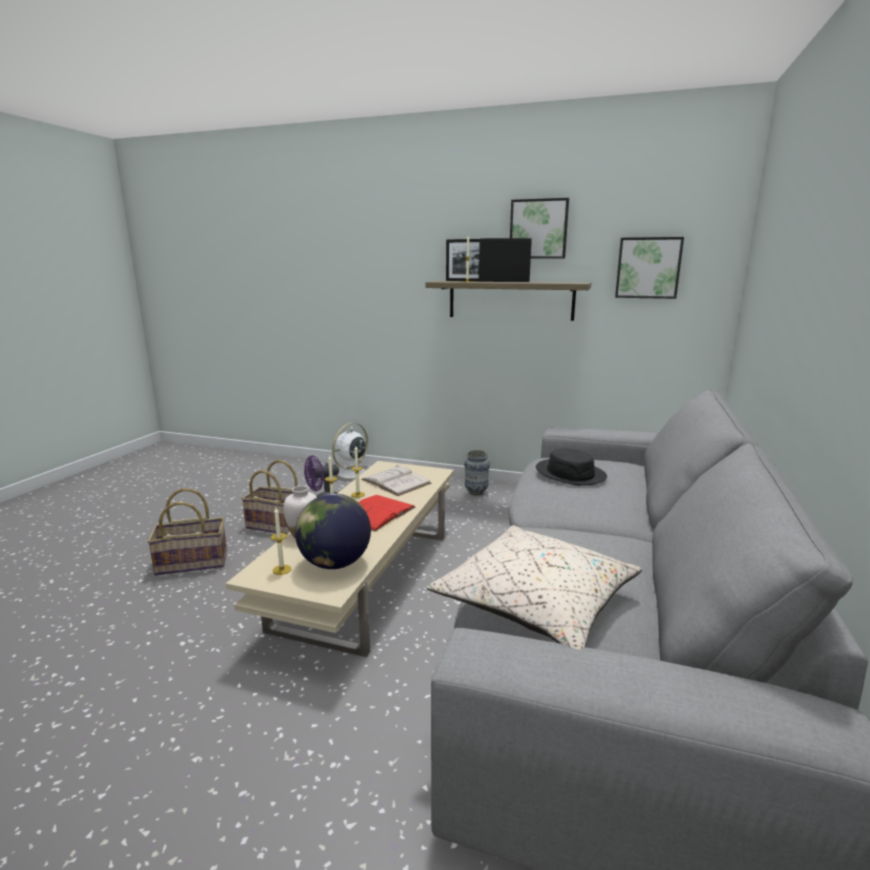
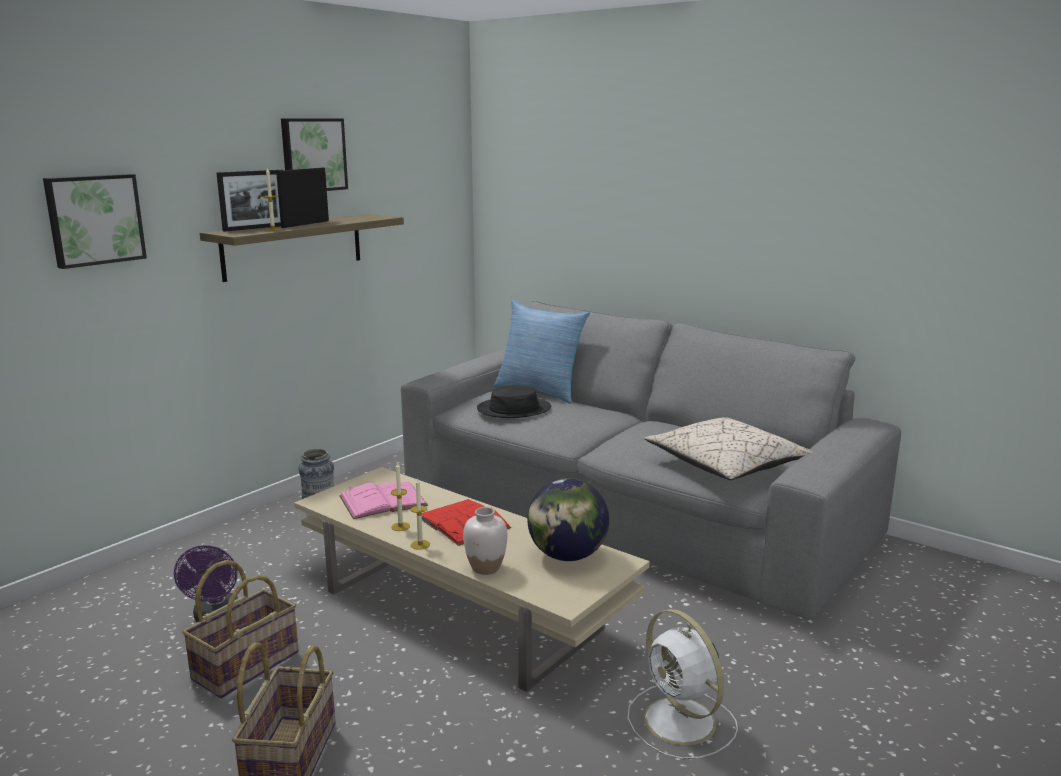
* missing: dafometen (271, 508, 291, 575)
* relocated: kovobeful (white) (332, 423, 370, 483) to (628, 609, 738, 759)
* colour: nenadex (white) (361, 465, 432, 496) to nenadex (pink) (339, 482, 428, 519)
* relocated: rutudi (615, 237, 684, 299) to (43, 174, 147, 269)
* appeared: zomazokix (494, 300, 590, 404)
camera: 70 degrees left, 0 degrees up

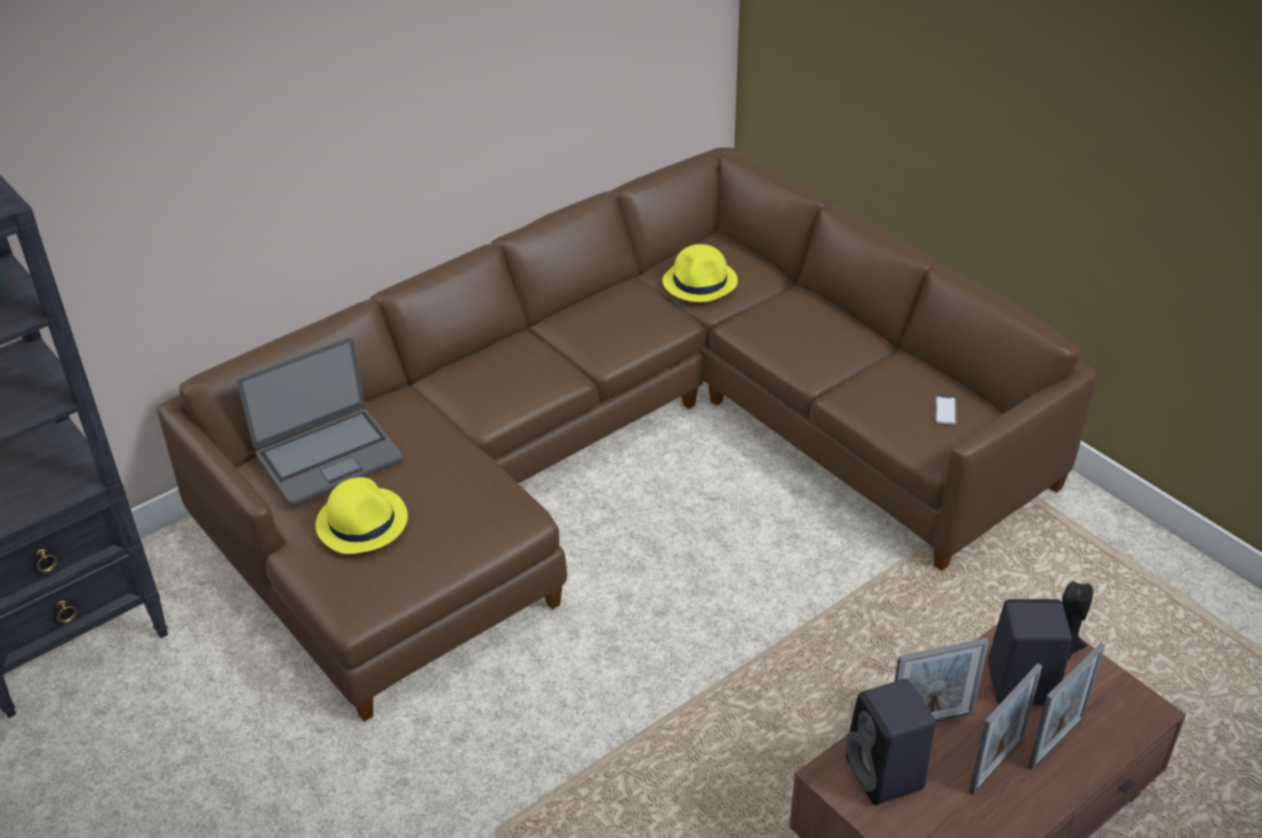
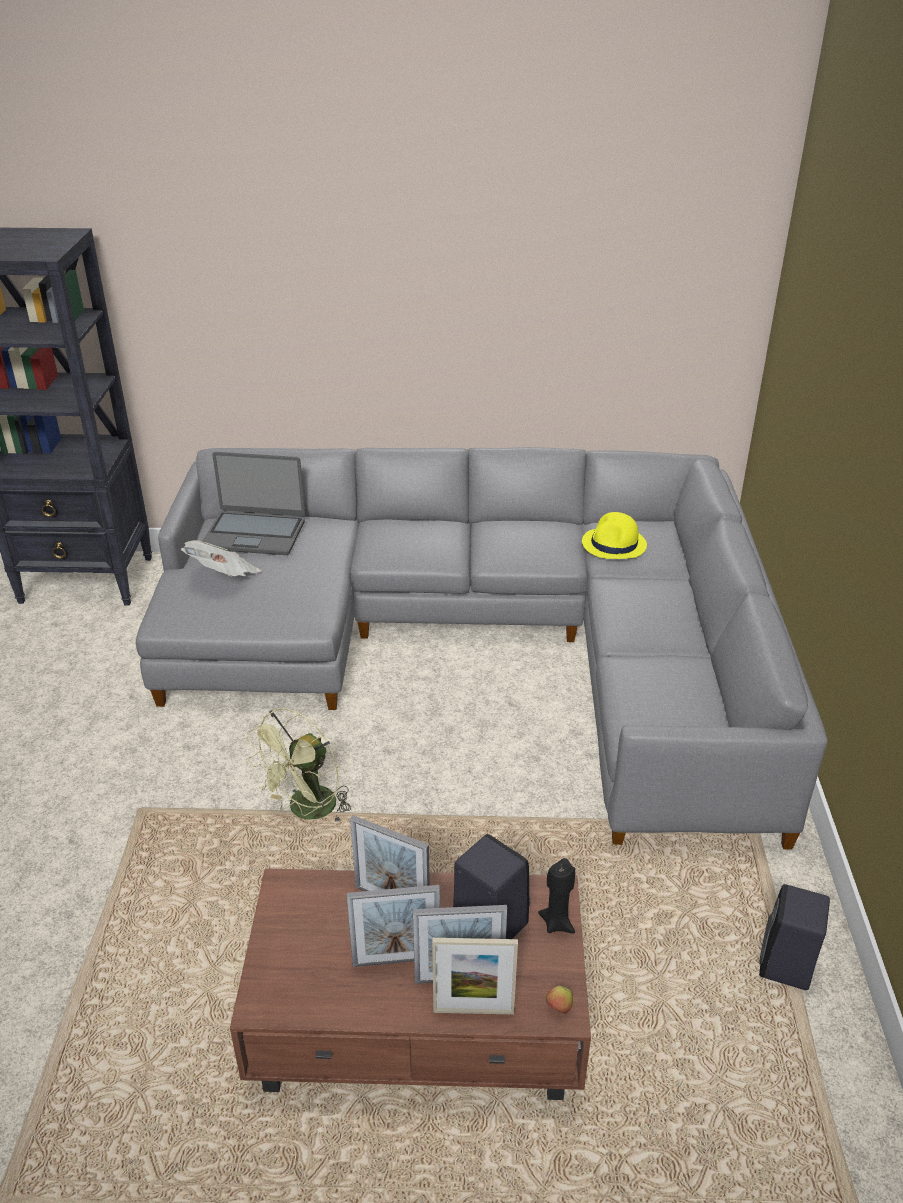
* colour: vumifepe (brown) (157, 147, 1098, 722) to vumifepe (grey) (136, 447, 828, 850)
* exchanged: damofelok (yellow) (315, 477, 408, 554) to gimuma (181, 540, 261, 577)
* relocated: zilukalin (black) (846, 678, 936, 805) to (759, 884, 830, 990)
* missing: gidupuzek (935, 396, 957, 425)
* appeared: kovobeful (green) (247, 708, 351, 823)
* appeared: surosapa (432, 938, 518, 1014)
* appeared: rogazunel (546, 986, 573, 1014)
camera: 40 degrees right, 5 degrees down

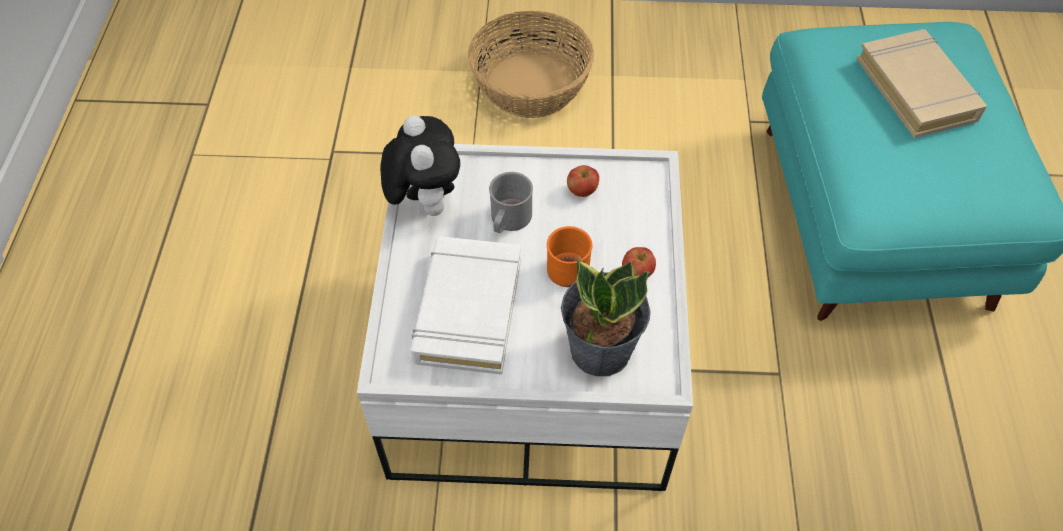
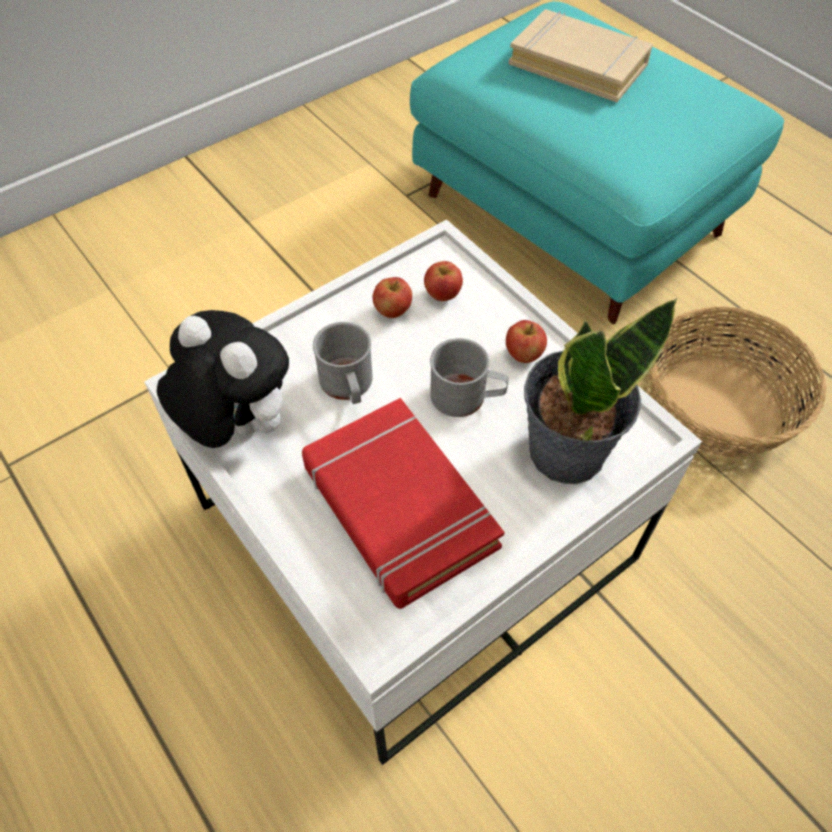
* colour: nenadex (white) (410, 236, 521, 375) to nenadex (red) (302, 398, 505, 609)
* relocated: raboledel (468, 11, 594, 118) to (649, 307, 826, 457)
* colour: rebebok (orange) (547, 226, 593, 287) to rebebok (grey) (430, 338, 509, 417)
* appeared: rogazunel (424, 261, 463, 301)
camera: 40 degrees left, 0 degrees up

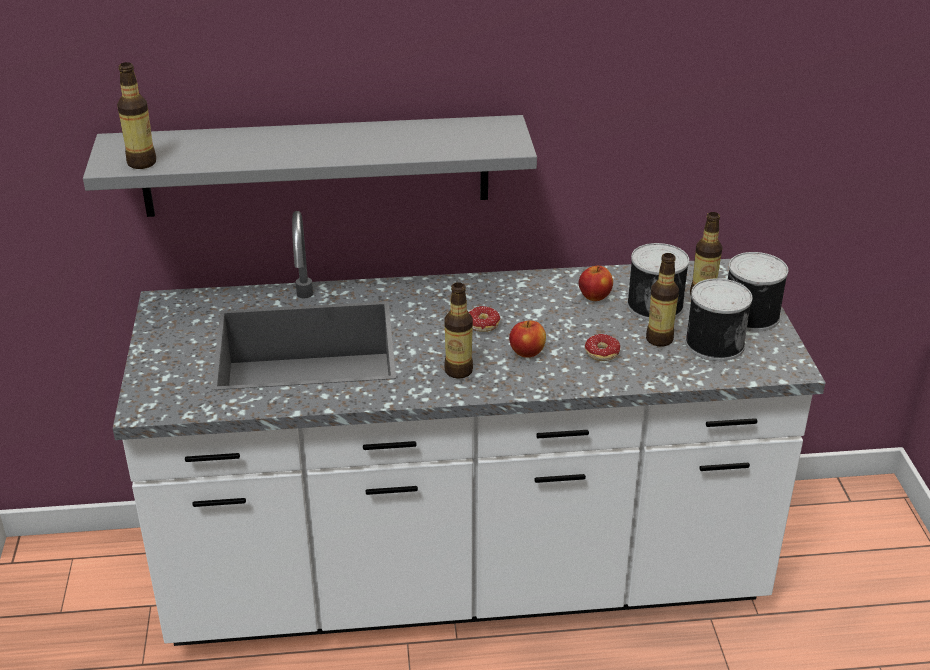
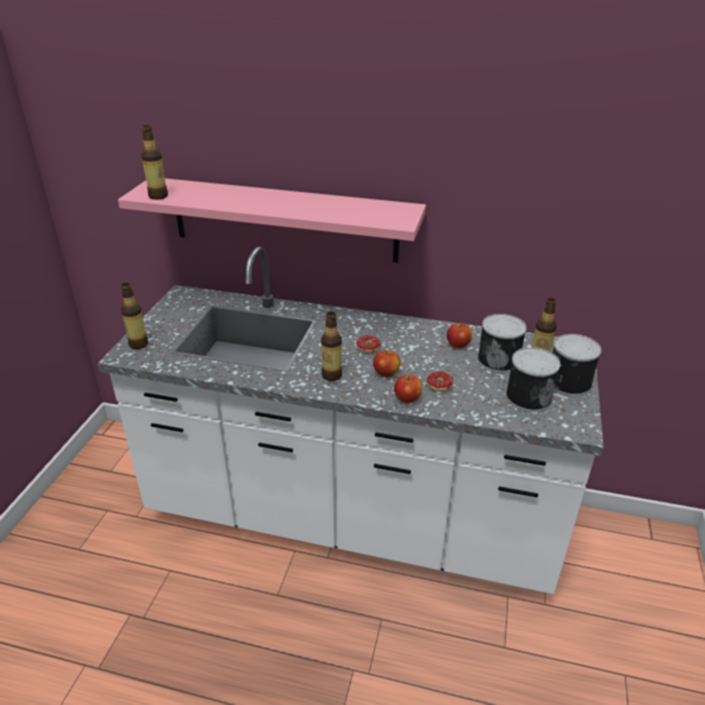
* colour: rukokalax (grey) (83, 115, 537, 217) to rukokalax (pink) (118, 178, 426, 263)
* relocated: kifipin (646, 253, 679, 347) to (121, 283, 148, 349)
* appeared: rogazunel (394, 375, 422, 403)
camera: 20 degrees right, 0 degrees up

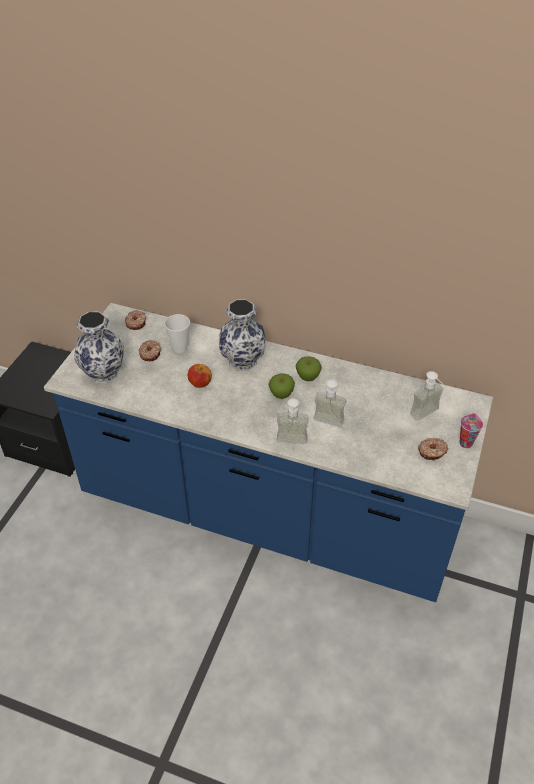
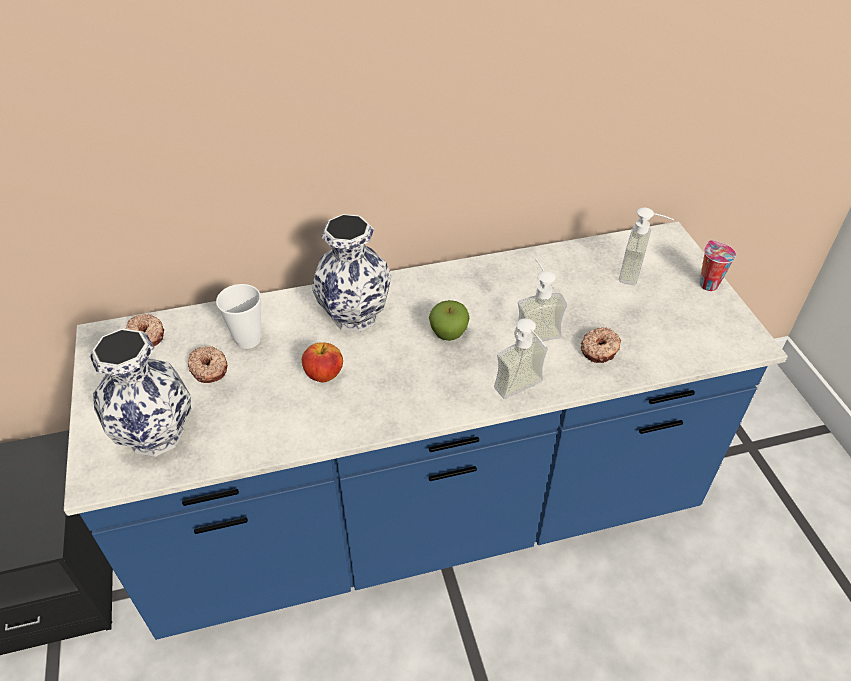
* missing: rogazunel (296, 357, 322, 381)
* relocated: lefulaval (418, 438, 448, 460) to (580, 327, 621, 363)
camera: 35 degrees left, 0 degrees up

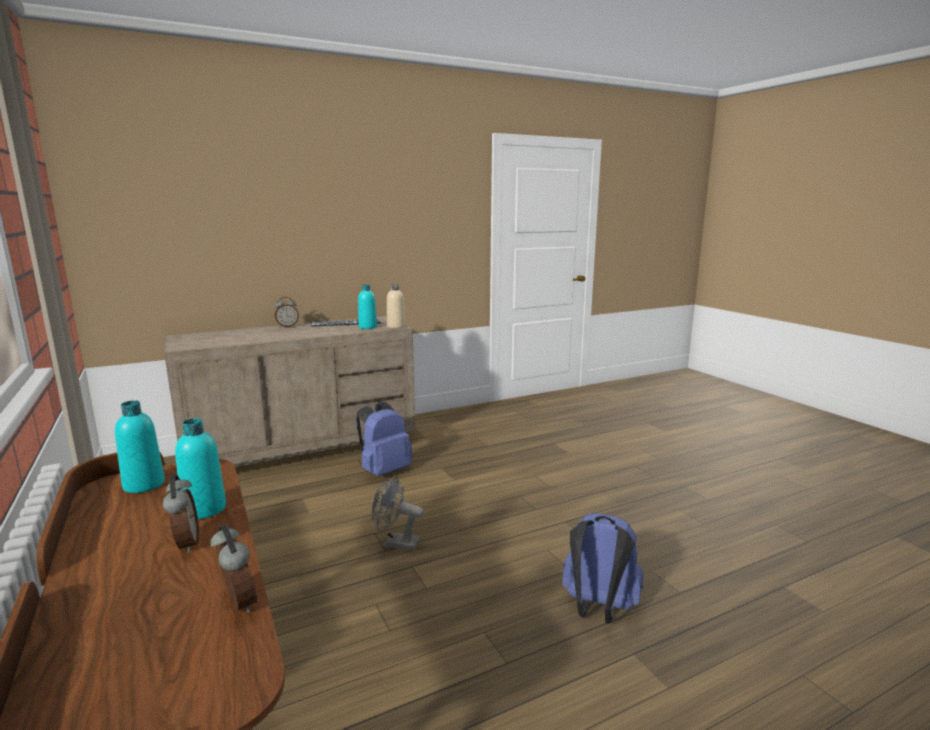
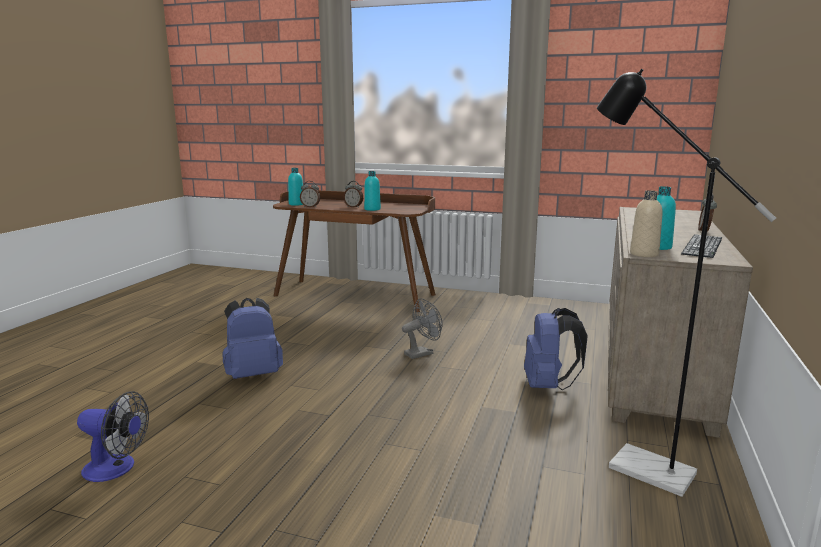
* relocated: kifipin (turquoise) (115, 400, 165, 493) to (288, 168, 303, 206)
* appeared: kovobeful (77, 391, 149, 482)
* appeared: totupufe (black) (597, 69, 776, 497)
camera: 135 degrees right, 0 degrees up

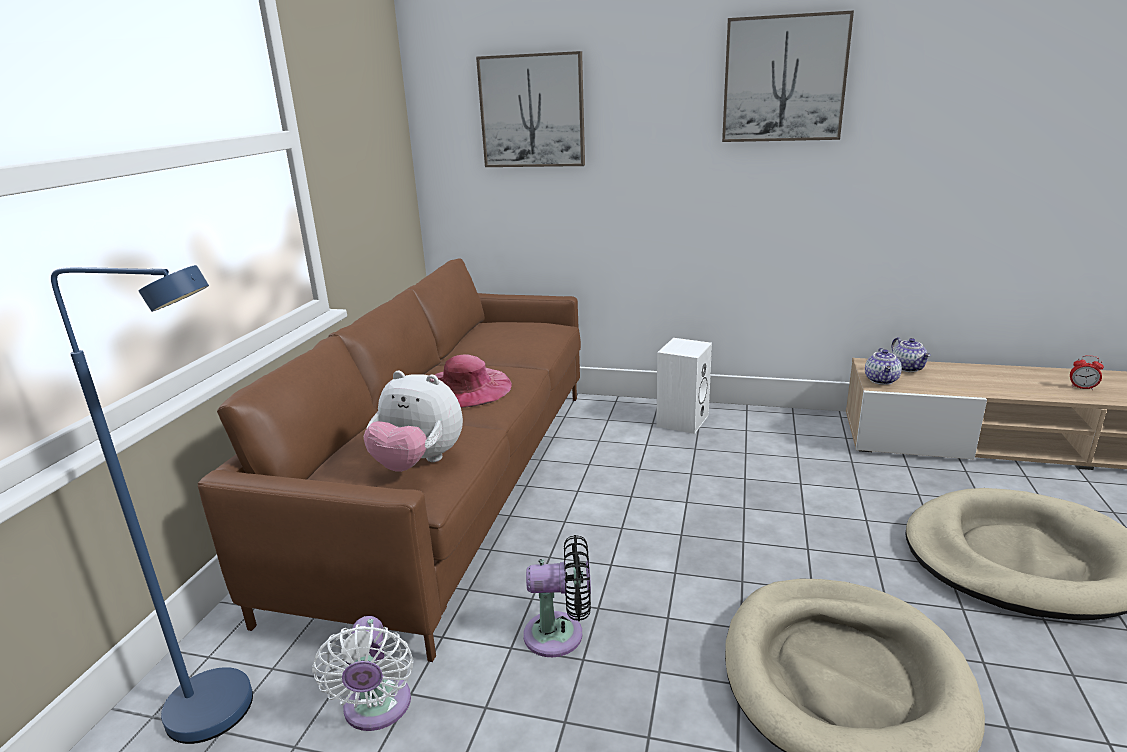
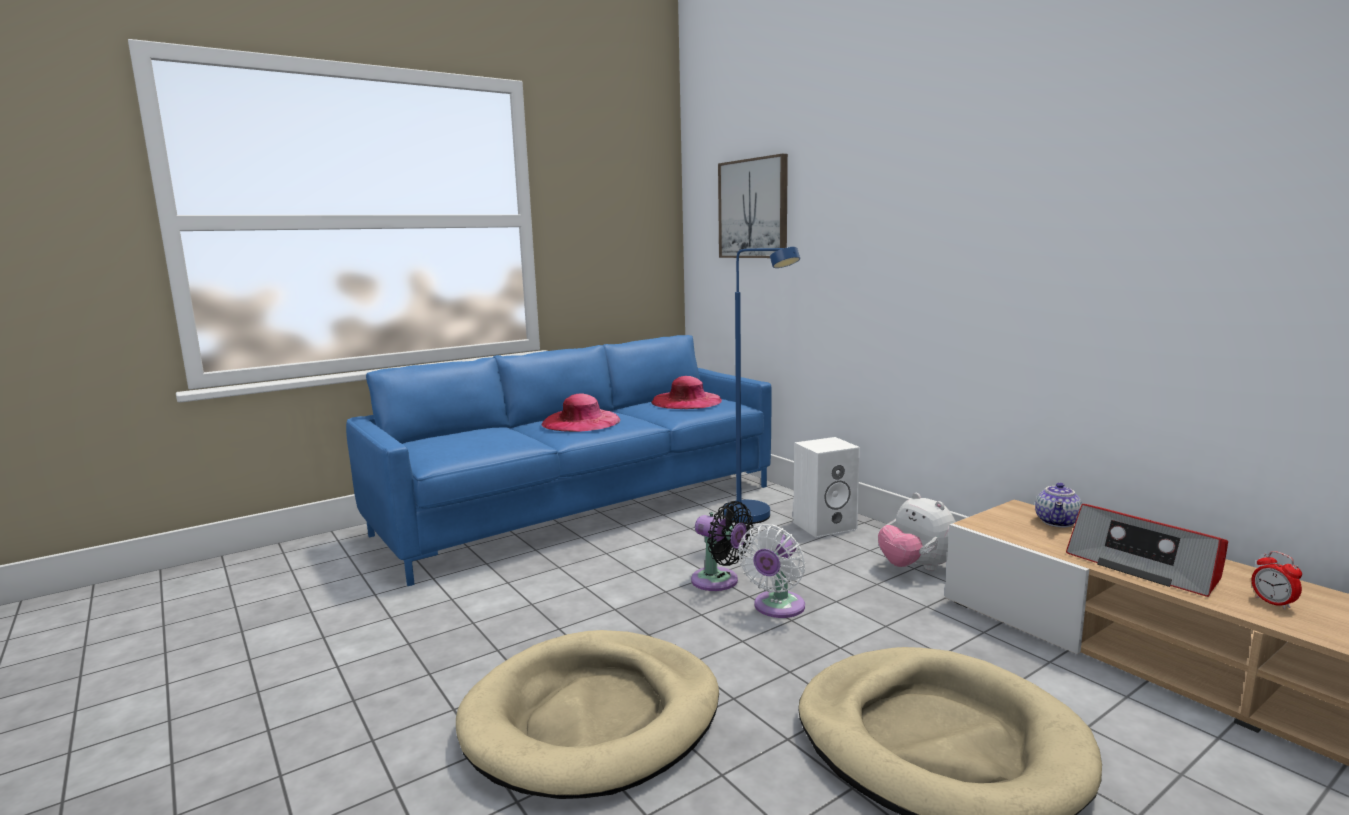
* relocated: totupufe (blue) (51, 265, 253, 744) to (724, 247, 800, 524)
* colour: vumifepe (brown) (198, 258, 581, 662) to vumifepe (blue) (346, 335, 772, 586)
* relocated: kovobeful (white) (312, 616, 413, 731) to (738, 524, 805, 618)
* relocated: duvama (364, 371, 463, 472) to (878, 493, 956, 571)
* relocated: kovobeful (black) (523, 535, 591, 657) to (691, 501, 753, 591)
* missing: rutudi (722, 10, 854, 142)
* missing: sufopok (865, 348, 902, 385)
* appeared: damofelok (pink) (651, 376, 722, 409)
* appeared: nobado (1066, 504, 1228, 597)
camera: 40 degrees right, 10 degrees down

